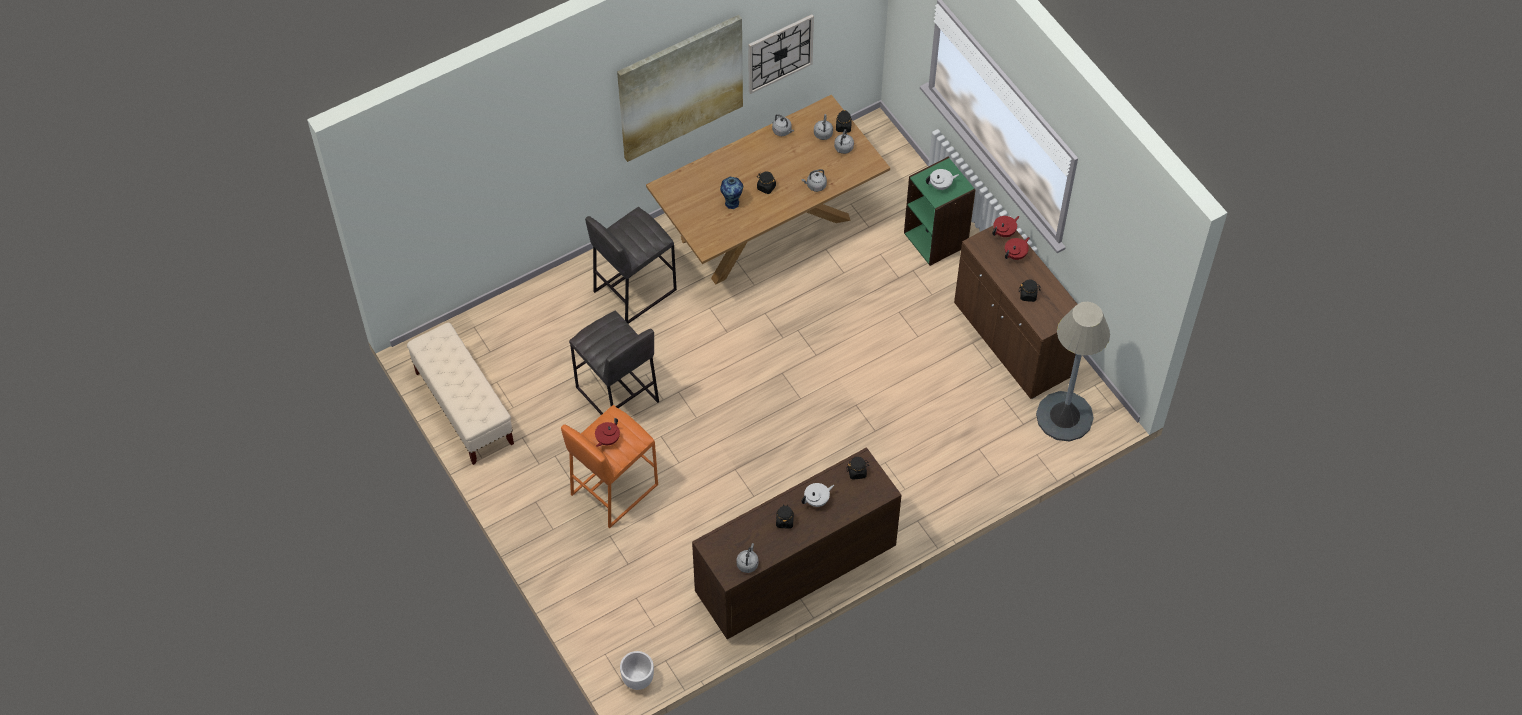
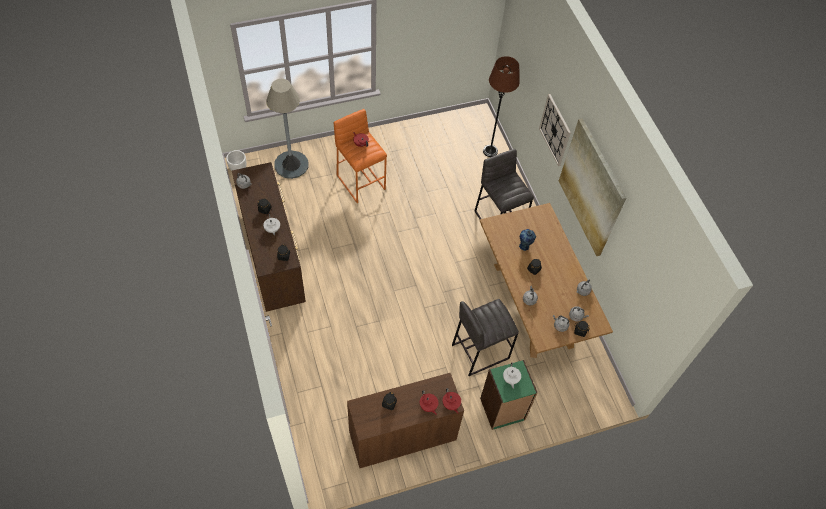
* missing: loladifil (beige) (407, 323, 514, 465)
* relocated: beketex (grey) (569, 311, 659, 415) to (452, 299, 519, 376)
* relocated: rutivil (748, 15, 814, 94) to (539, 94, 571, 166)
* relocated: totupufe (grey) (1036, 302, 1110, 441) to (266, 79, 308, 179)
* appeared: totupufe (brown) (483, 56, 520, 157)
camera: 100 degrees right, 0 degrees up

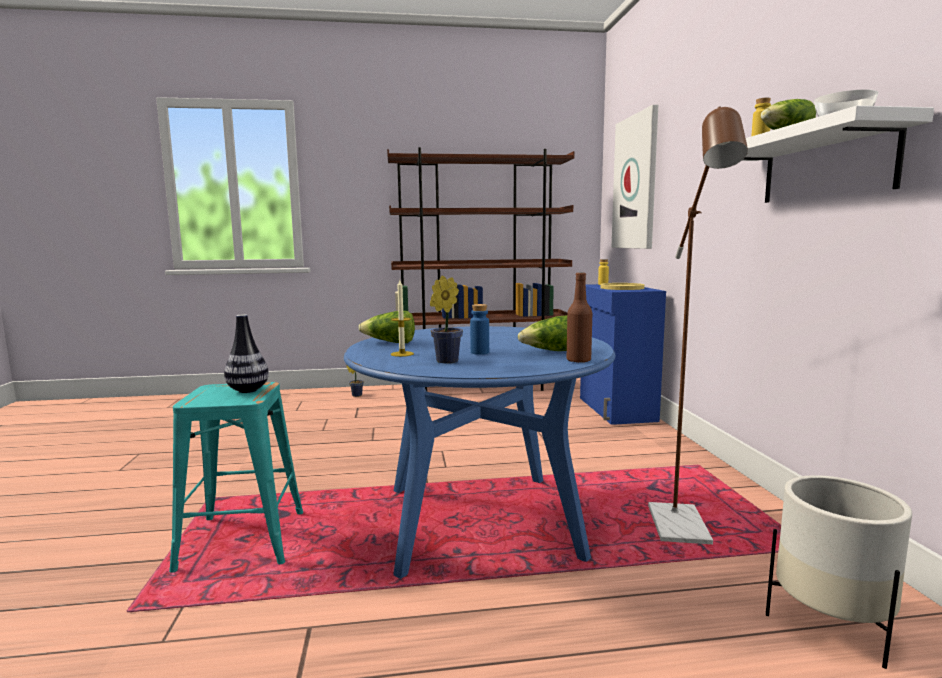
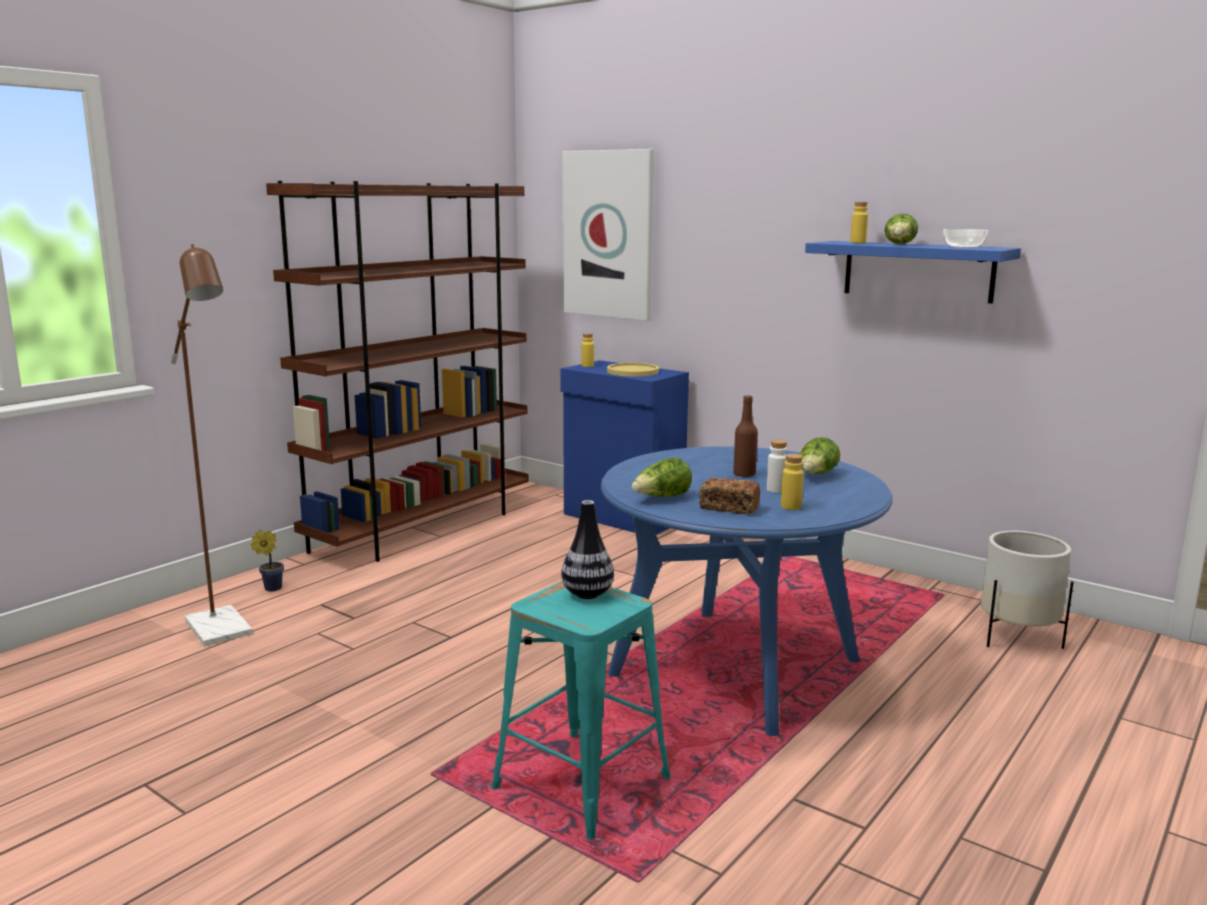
* exchanged: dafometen (391, 280, 414, 357) to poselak (699, 478, 760, 514)
* exchanged: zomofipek (430, 276, 463, 363) to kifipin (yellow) (781, 454, 804, 510)
* colour: kifipin (blue) (470, 304, 489, 355) to kifipin (white) (767, 440, 787, 493)
* relocated: kifipin (brown) (567, 273, 592, 363) to (733, 395, 758, 477)
* relocated: totupufe (brown) (648, 106, 748, 544) to (171, 244, 253, 646)
* colour: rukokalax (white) (742, 106, 934, 203) to rukokalax (blue) (805, 241, 1021, 304)
camera: 45 degrees left, 5 degrees up

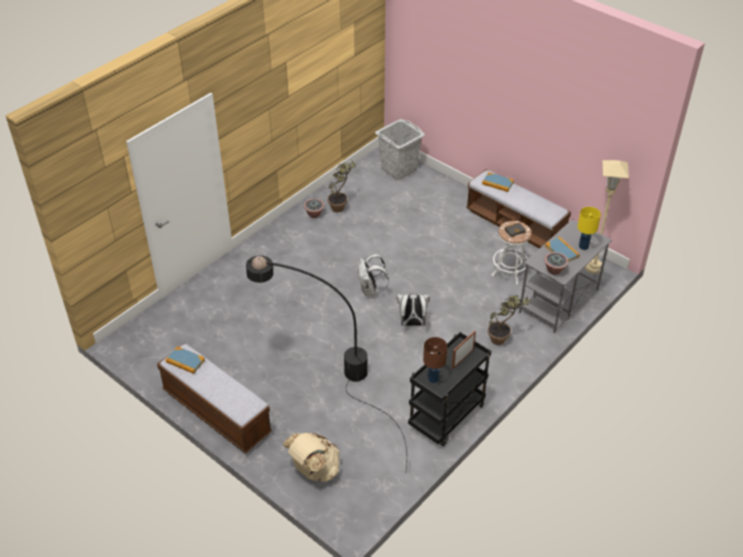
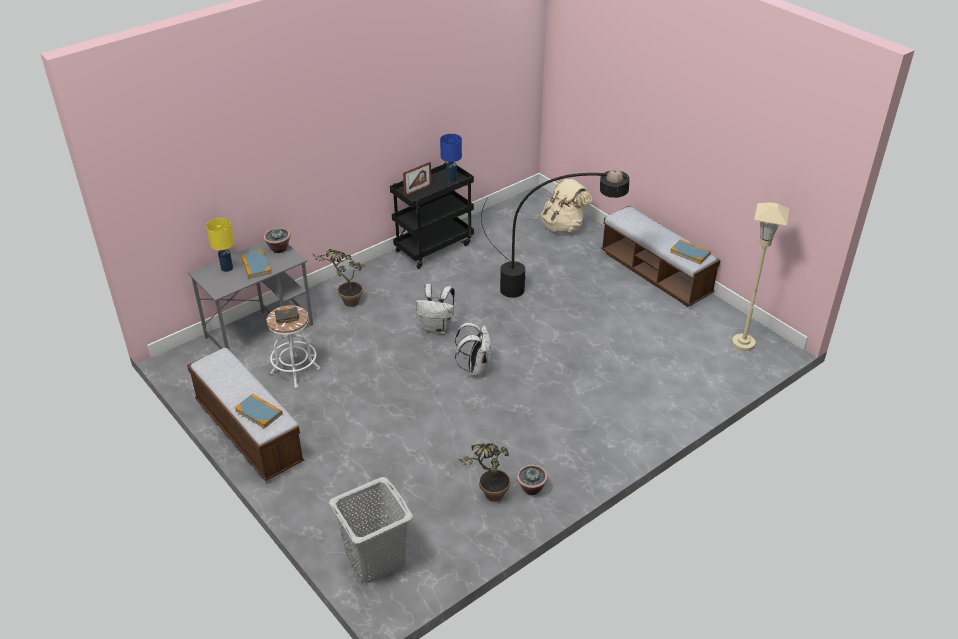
* colour: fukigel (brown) (423, 337, 447, 383) to fukigel (blue) (440, 134, 462, 183)
* relocated: totupufe (beige) (585, 160, 629, 274) to (732, 202, 789, 351)
camera: 170 degrees left, 5 degrees down

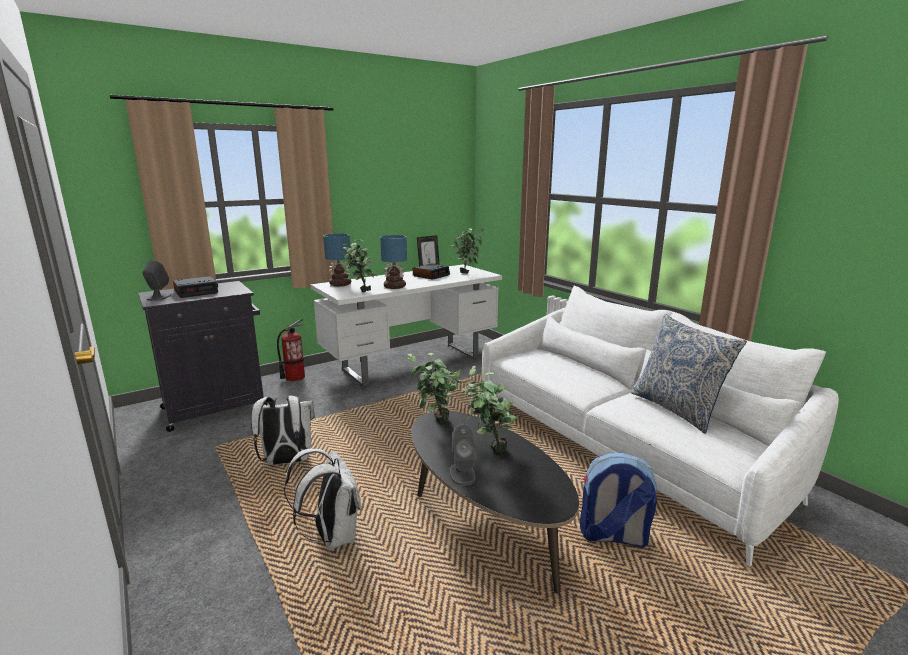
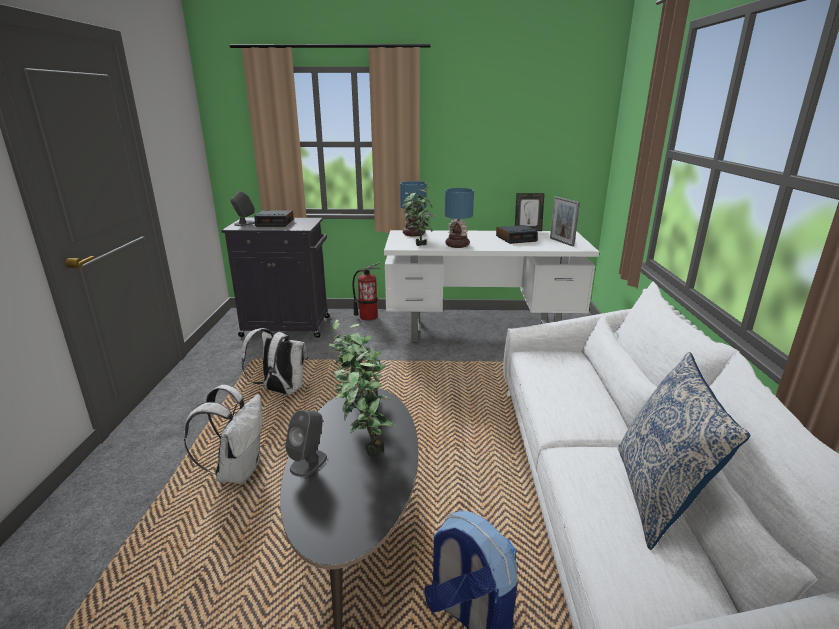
* exchanged: zomofipek (451, 228, 484, 274) to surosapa (550, 196, 580, 247)
camera: 35 degrees right, 5 degrees up

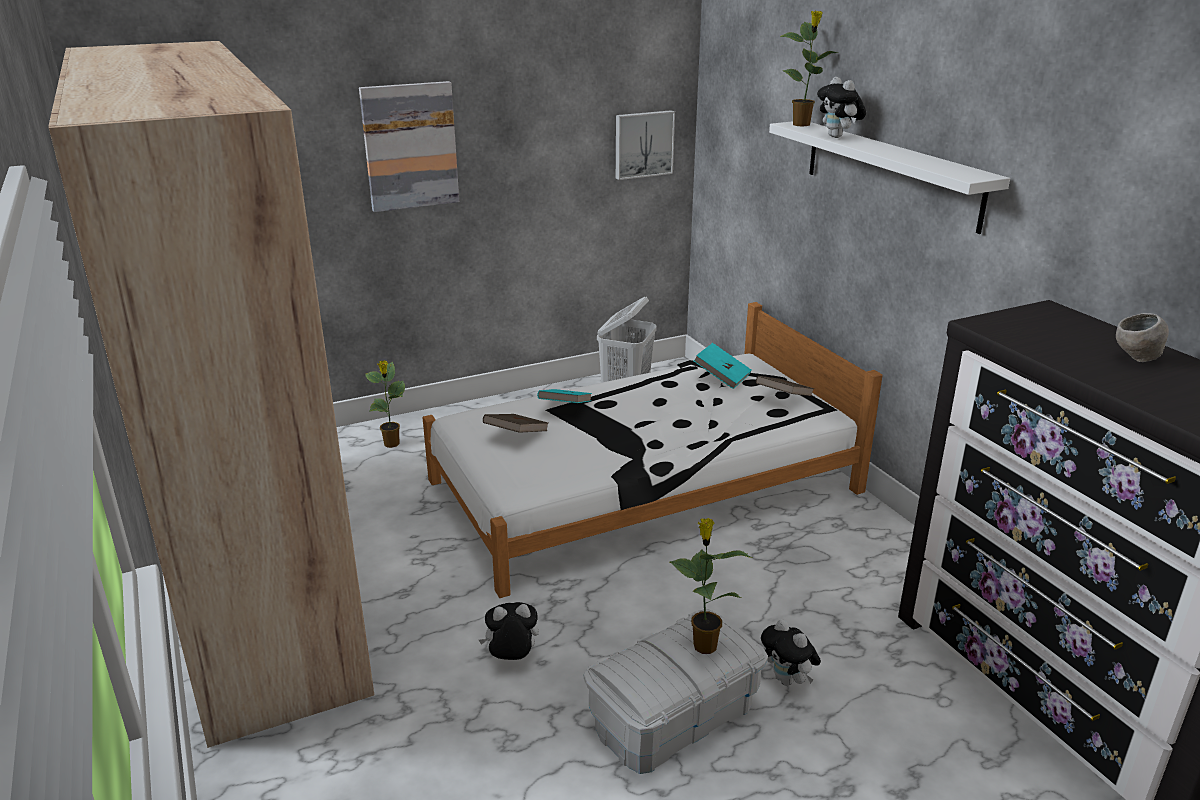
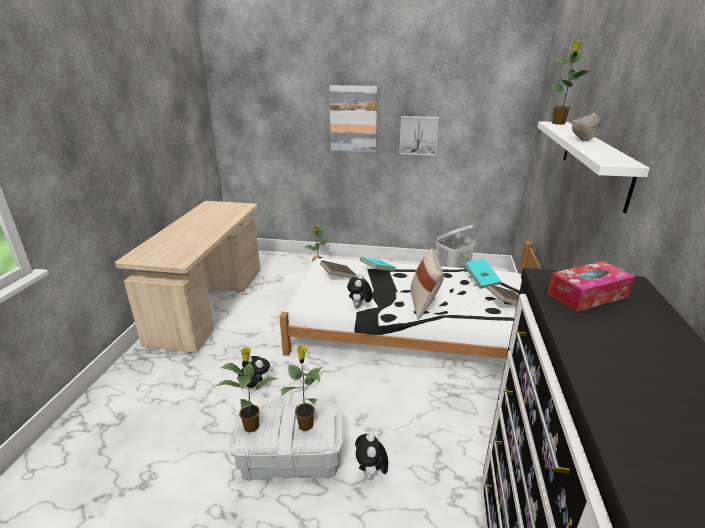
* exchanged: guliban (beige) (48, 41, 374, 748) to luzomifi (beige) (115, 201, 260, 353)
* relocated: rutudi (616, 110, 675, 180) to (399, 116, 439, 155)
* relocated: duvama (817, 77, 866, 138) to (347, 273, 373, 308)
* relocated: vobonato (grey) (1116, 313, 1169, 362) to (572, 113, 600, 141)
* appeared: zomofipek (216, 347, 279, 433)
* appeared: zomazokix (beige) (410, 248, 444, 320)
* appeared: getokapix (547, 261, 635, 312)
camera: 35 degrees right, 0 degrees up

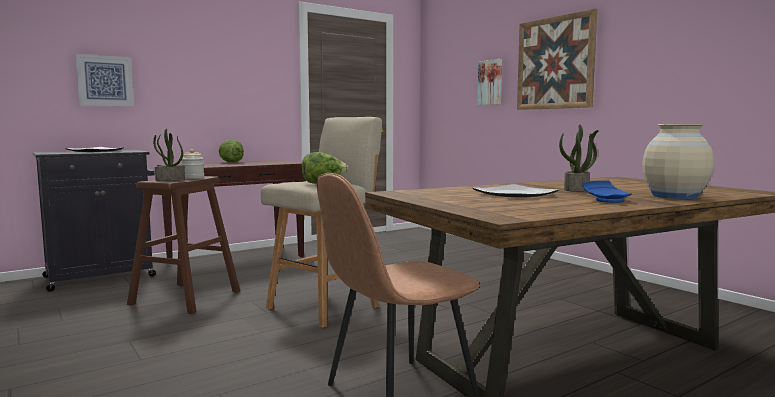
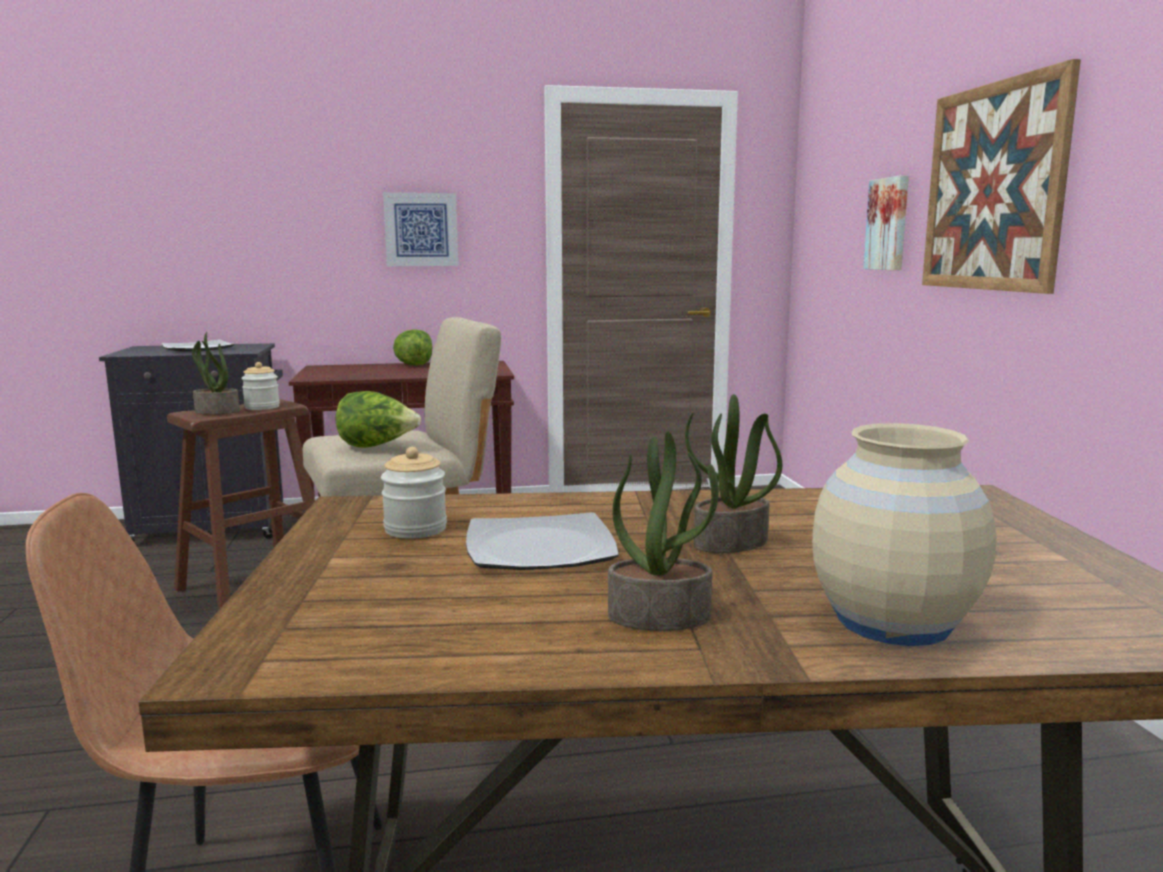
* relocated: rutudi (75, 54, 134, 106) to (383, 193, 458, 266)
* exchanged: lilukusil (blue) (583, 181, 632, 203) to zomofipek (608, 432, 719, 631)
* appeared: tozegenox (381, 447, 447, 538)
camera: 25 degrees right, 5 degrees up

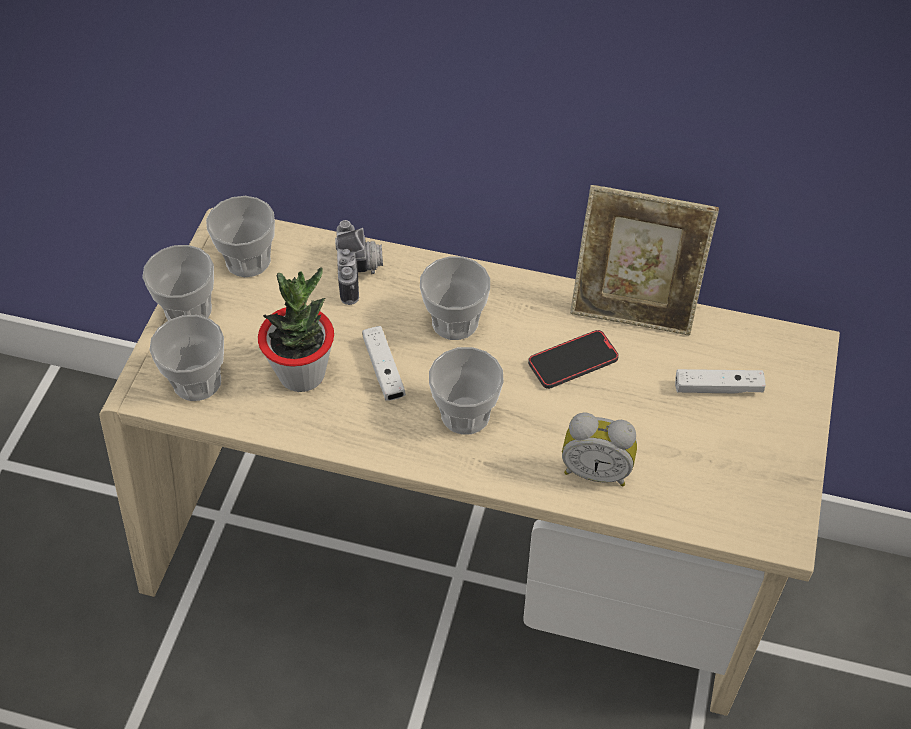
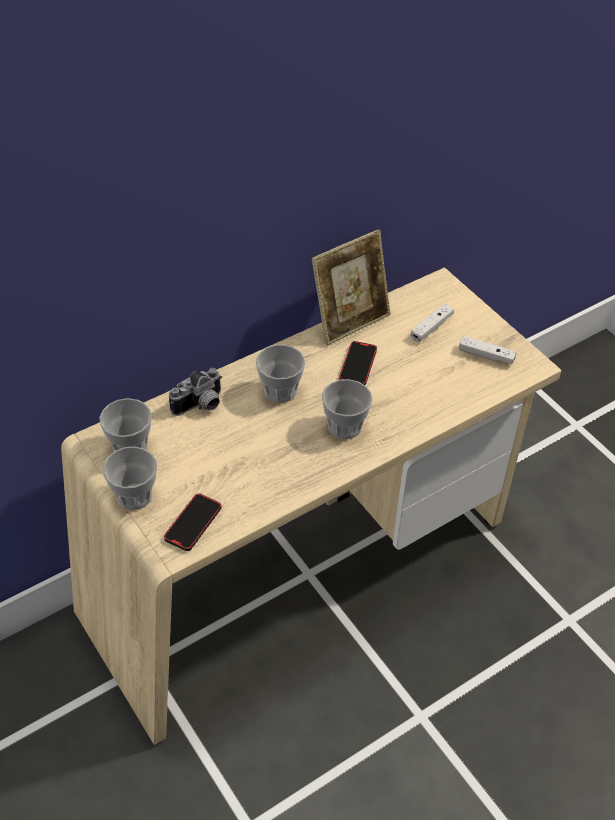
* exchanged: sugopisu (149, 315, 224, 401) to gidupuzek (164, 493, 221, 551)
* missing: zomofipek (258, 267, 334, 392)
* spun: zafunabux (335, 220, 383, 305) = (169, 368, 222, 416) 105 degrees clockwise
* relocated: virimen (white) (362, 326, 406, 401) to (459, 336, 516, 364)
* missing: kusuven (562, 412, 637, 487)
camera: 50 degrees left, 5 degrees down

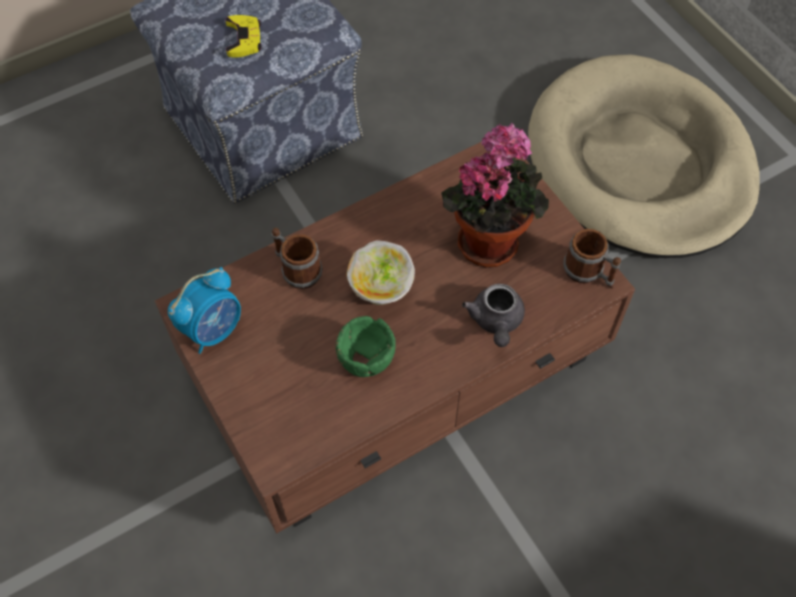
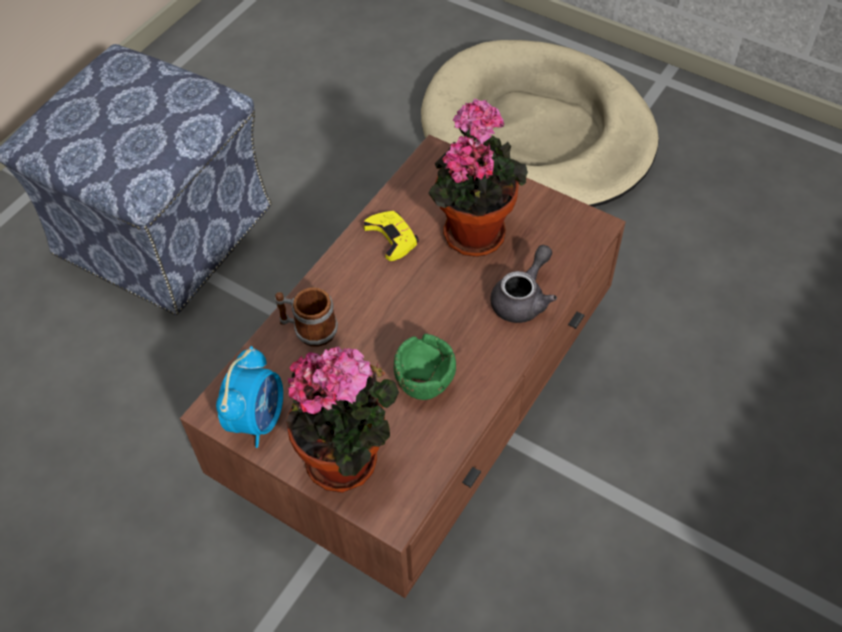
* relocated: virimen (yellow) (226, 15, 261, 57) to (363, 211, 419, 261)
* missing: vobonato (346, 240, 415, 305)
* spun: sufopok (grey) (462, 284, 525, 347) = (490, 245, 557, 323) 120 degrees counterclockwise
* missing: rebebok (564, 229, 621, 288)
* appeared: zomofipek (286, 347, 399, 493)
camera: 25 degrees left, 5 degrees down

